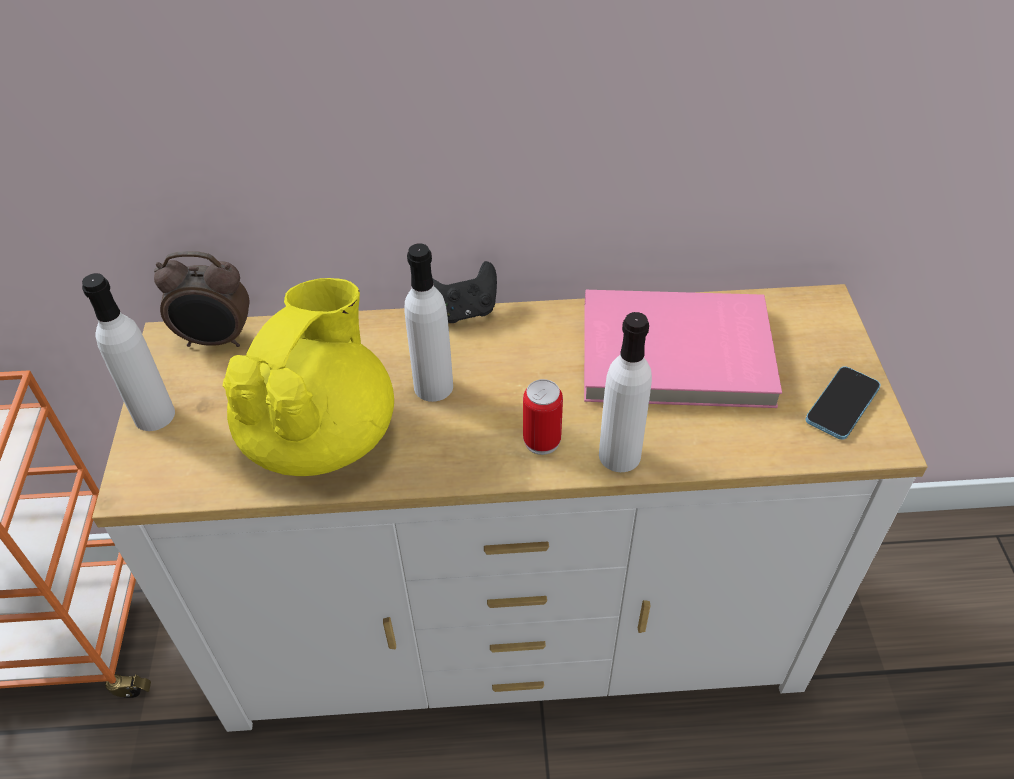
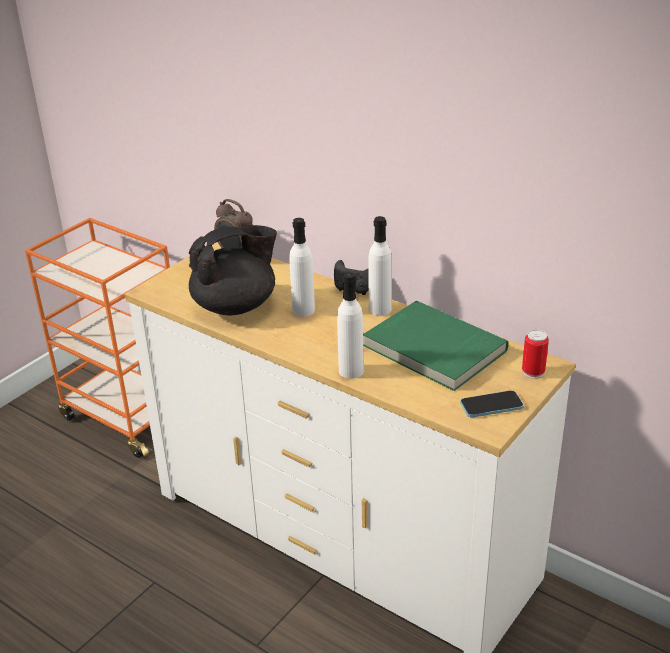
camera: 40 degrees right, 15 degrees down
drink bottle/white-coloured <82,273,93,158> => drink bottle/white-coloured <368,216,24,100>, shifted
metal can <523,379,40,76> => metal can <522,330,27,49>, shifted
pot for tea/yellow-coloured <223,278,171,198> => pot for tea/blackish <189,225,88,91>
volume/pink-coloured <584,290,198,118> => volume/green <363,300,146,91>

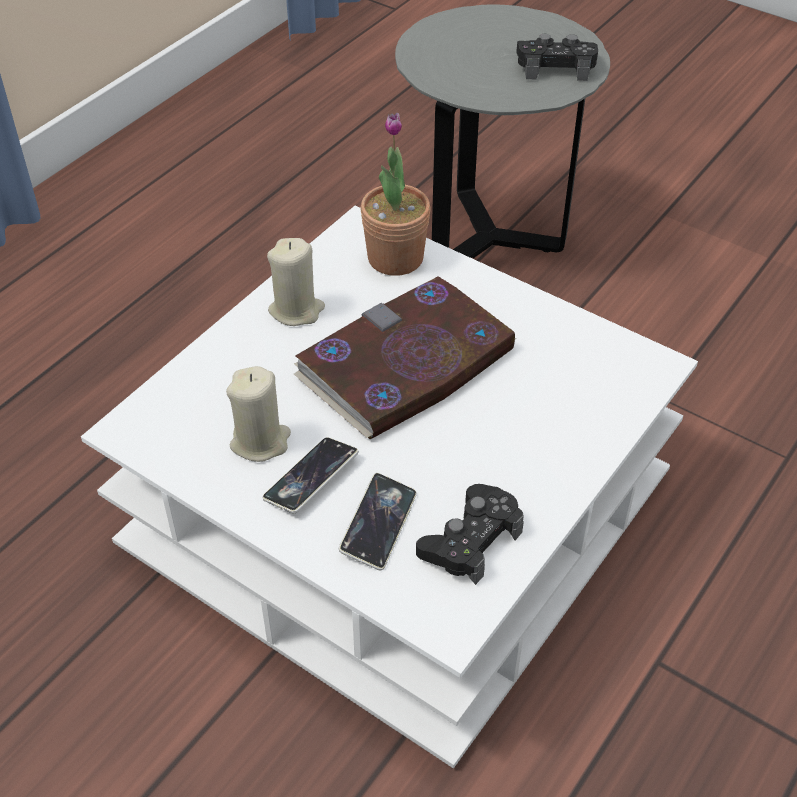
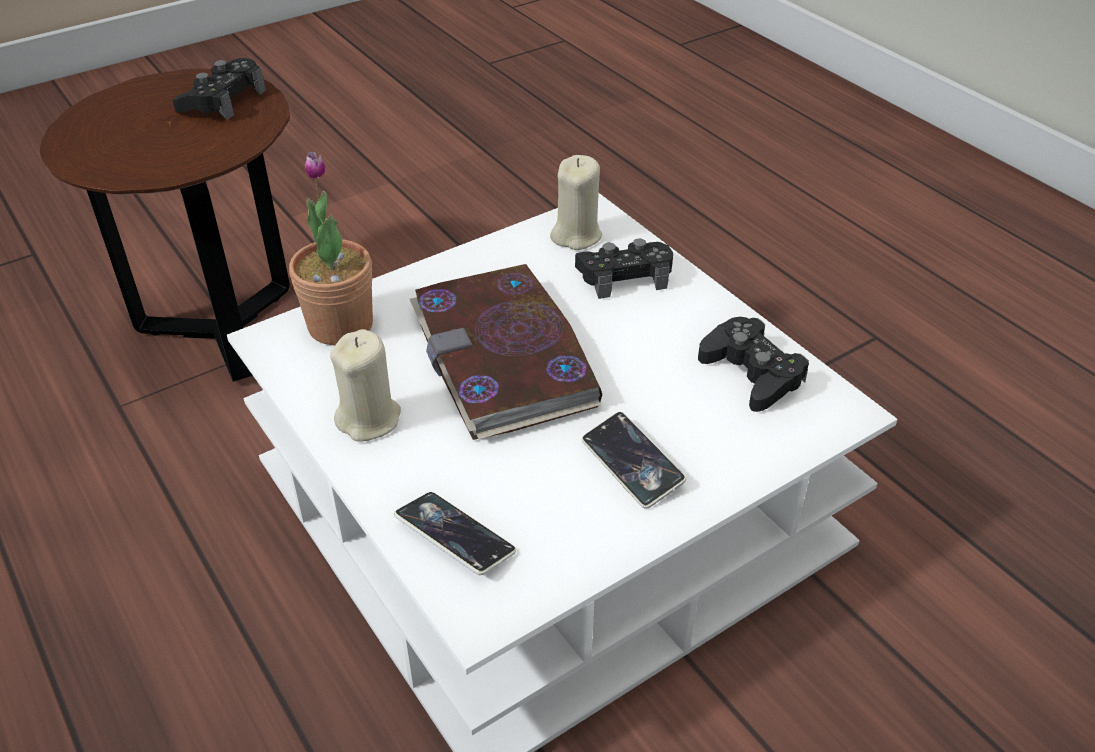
camera: 70 degrees left, 5 degrees down
nothing => joypad/blackish <575,239,98,60>
candle/beige <226,366,65,96> => candle/beige <550,155,52,95>, shifted
telephone <339,473,78,97> => telephone <394,492,122,83>, shifted
accent table/gray <395,5,215,253> => accent table/brown <40,69,250,313>

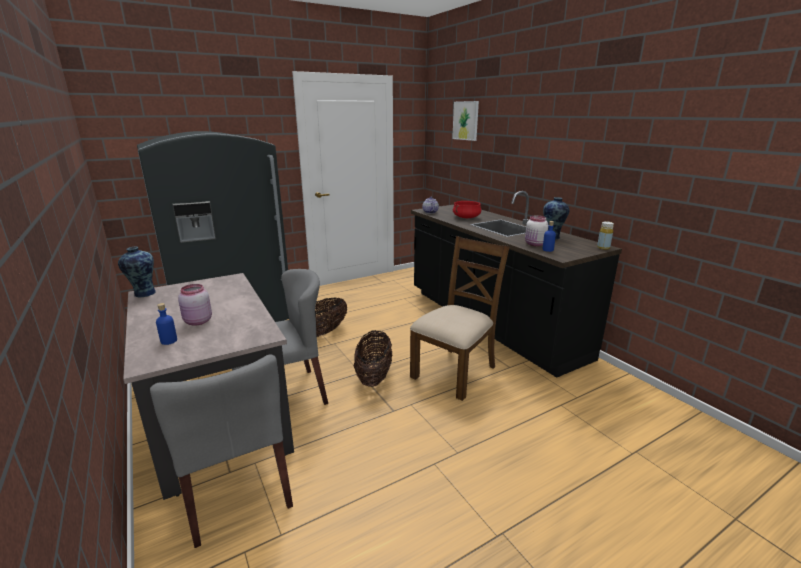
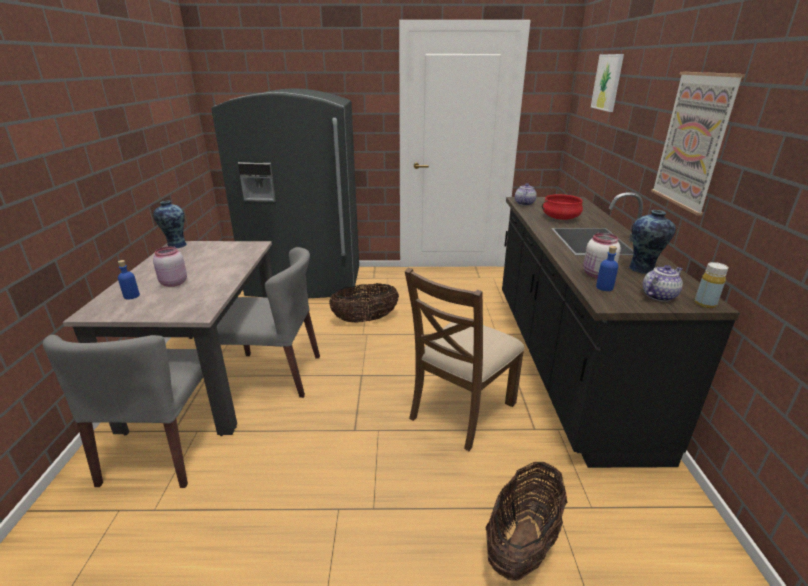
camera: 30 degrees right, 5 degrees up
nothing => pot for tea <643,265,40,37>
nothing => wall art <651,72,94,143>
basket <354,330,38,57> => basket <486,462,81,119>, shifted
plain chair/brown <410,236,100,165> => plain chair/brown <405,268,120,183>, 150 degrees clockwise

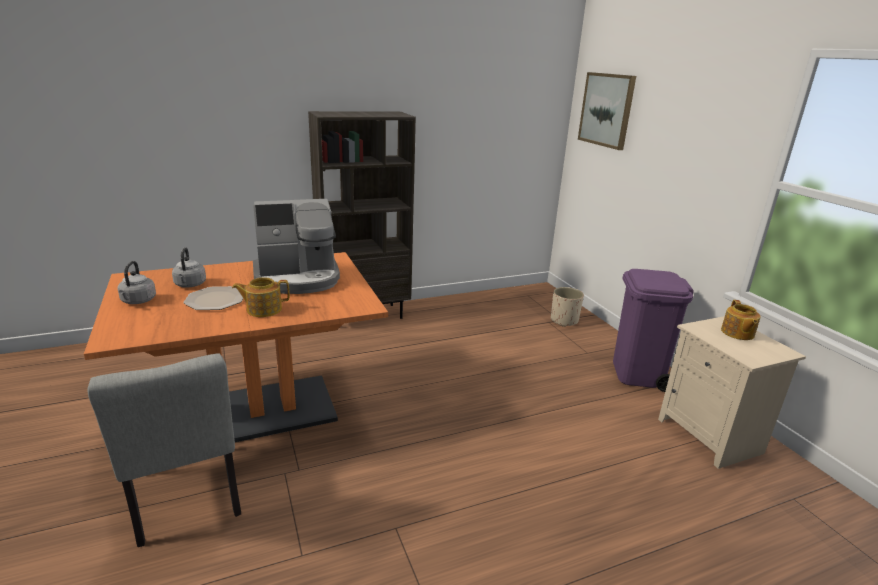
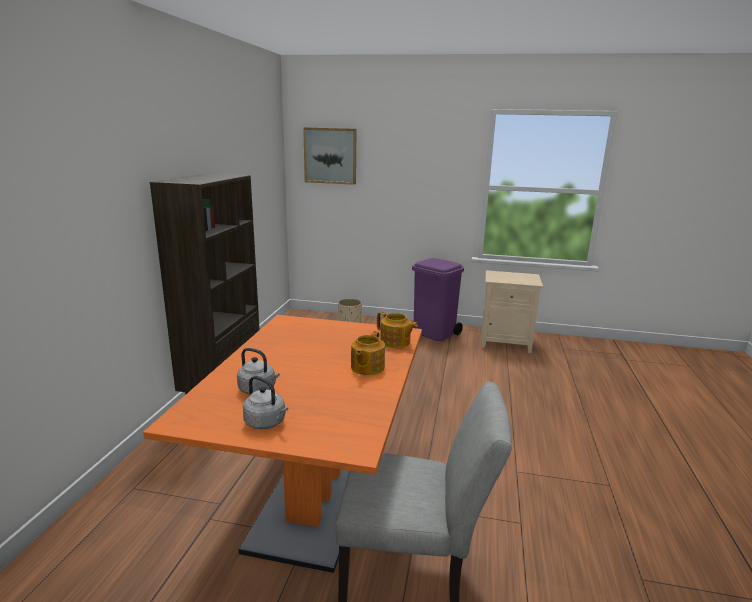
camera: 55 degrees left, 5 degrees down
plate <183,286,60,24> => nothing
coffee brewer <253,199,87,95> => nothing
pot for tea <721,300,40,40> => pot for tea <377,311,41,37>, shifted

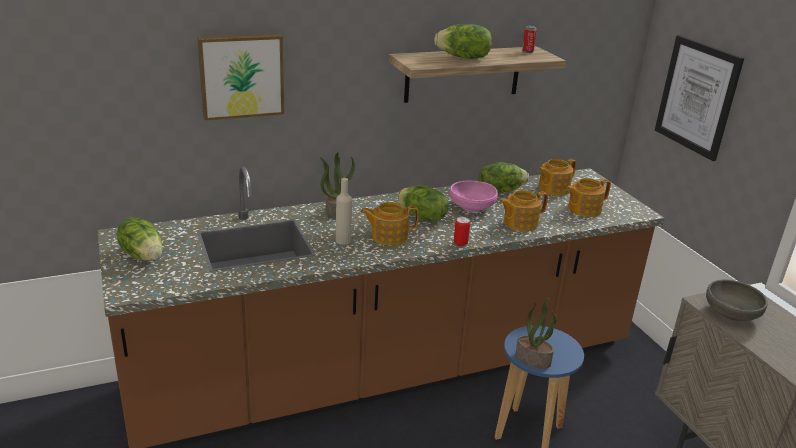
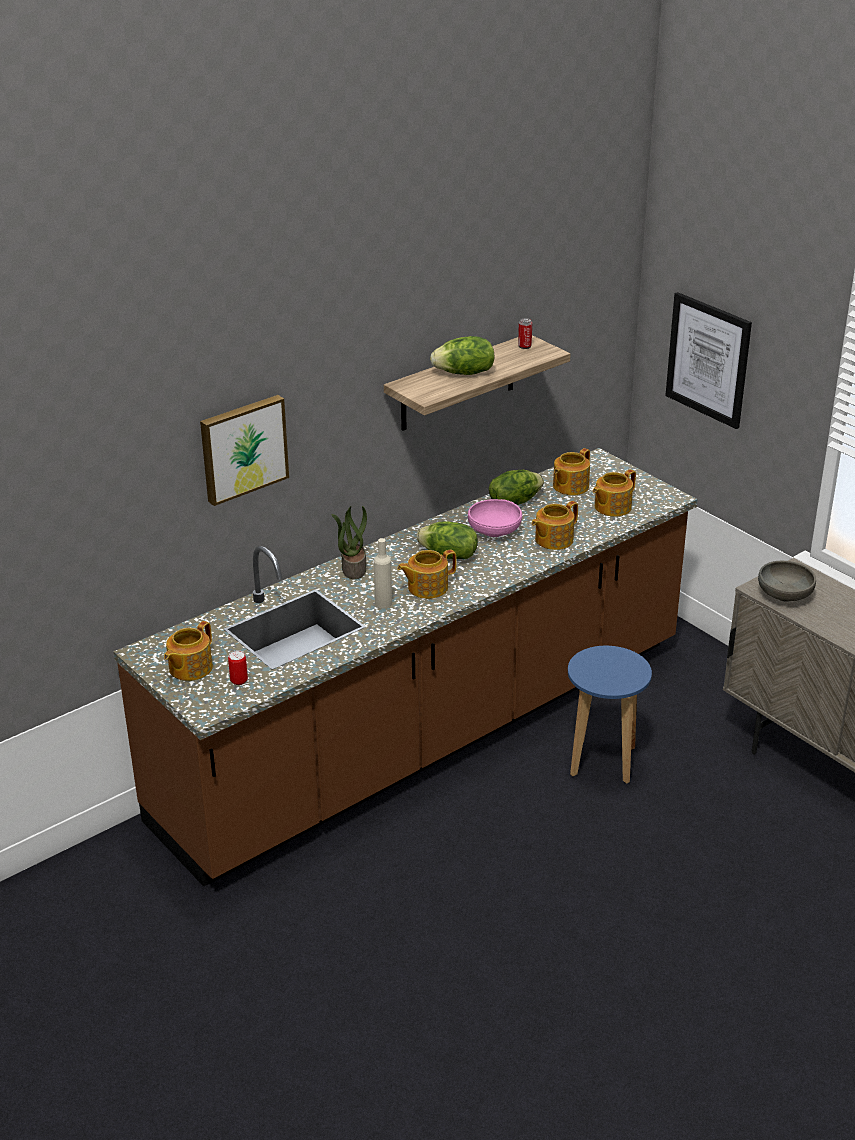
camera: 15 degrees left, 5 degrees up
plant in a pot <515,298,41,71> => nothing
metal can <454,217,16,29> => metal can <228,650,20,35>, shifted
lettuce head <117,217,45,44> => pot for tea <164,621,49,60>

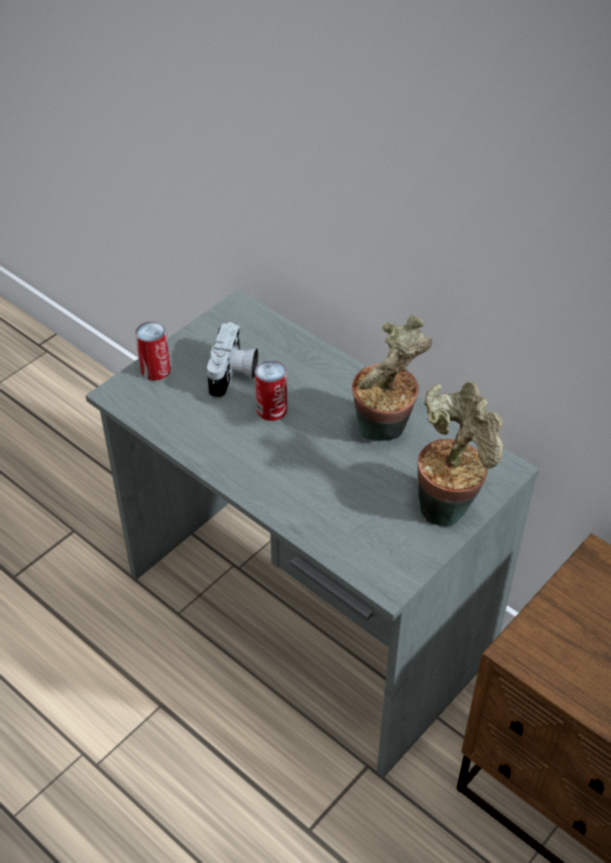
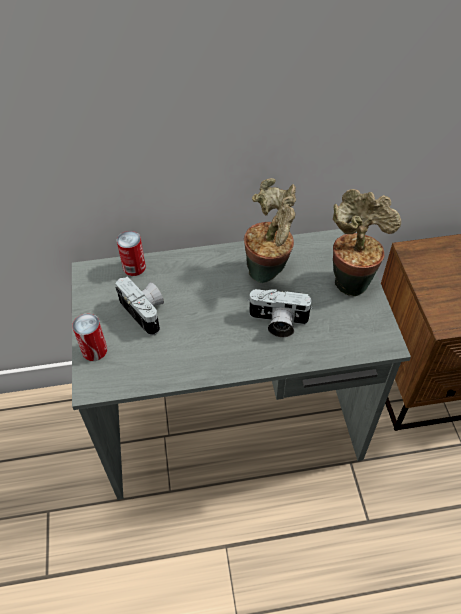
camera: 50 degrees left, 5 degrees up
nothing => photo camera <247,289,66,48>
metal can <255,360,32,61> => metal can <117,231,29,45>, shifted

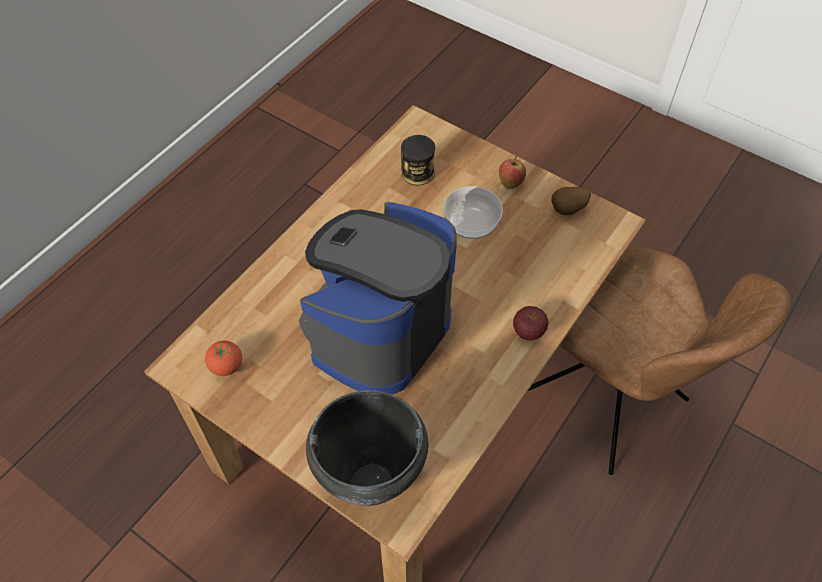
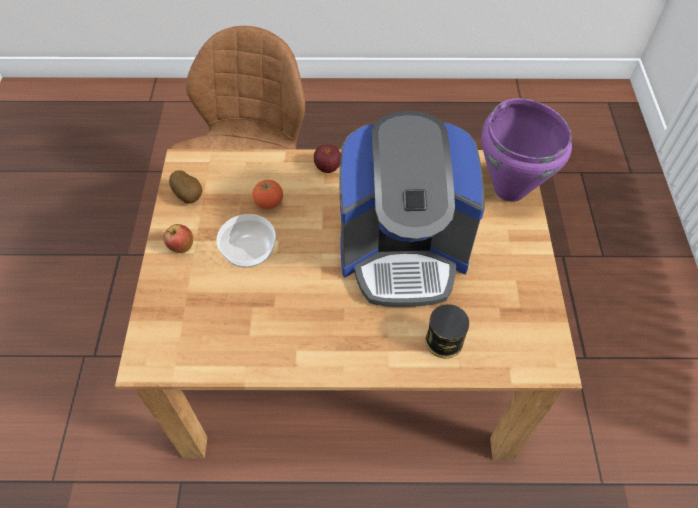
camera: 125 degrees left, 0 degrees up
tomato <205,341,37,35> => tomato <253,180,30,29>, shifted
metal can <401,135,34,50> => metal can <425,304,44,55>, shifted
saucepot/blackish <306,390,122,116> => saucepot/purplish <481,98,91,104>

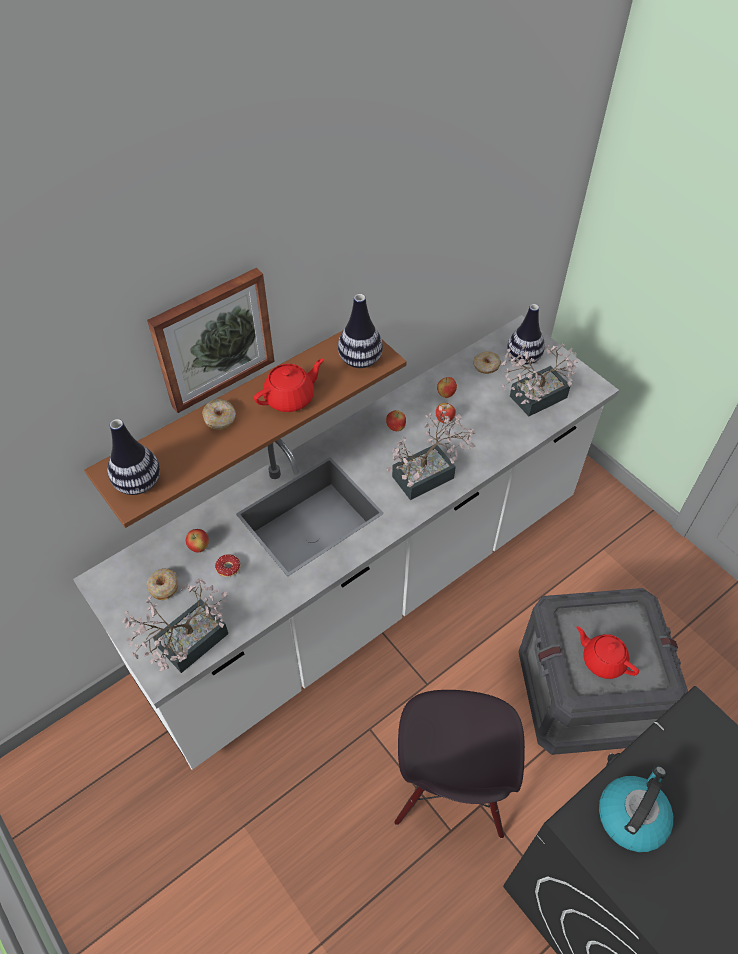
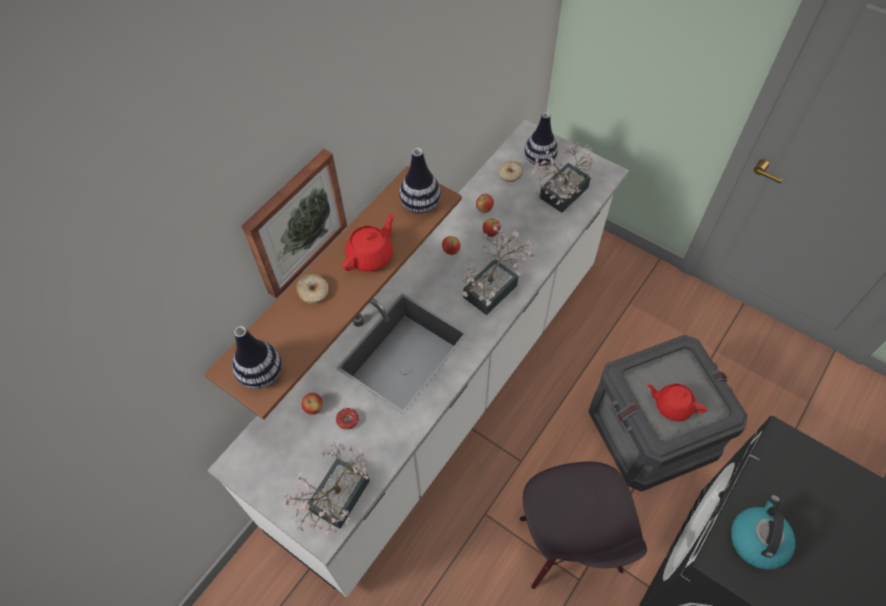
camera: 15 degrees left, 5 degrees up
doughnut <147,568,32,32> => nothing

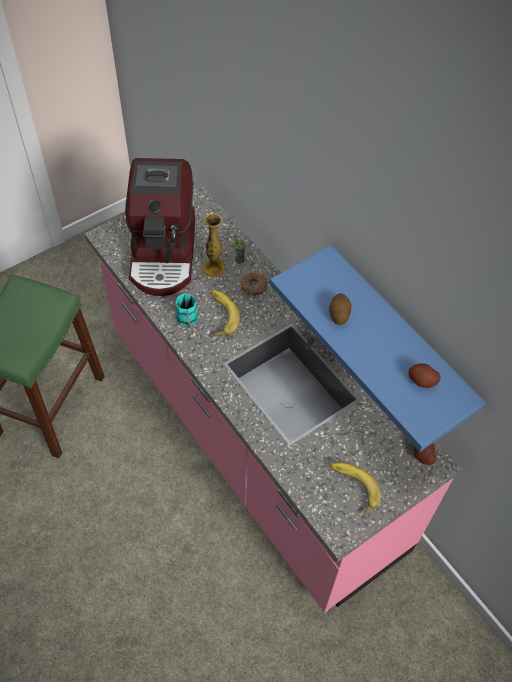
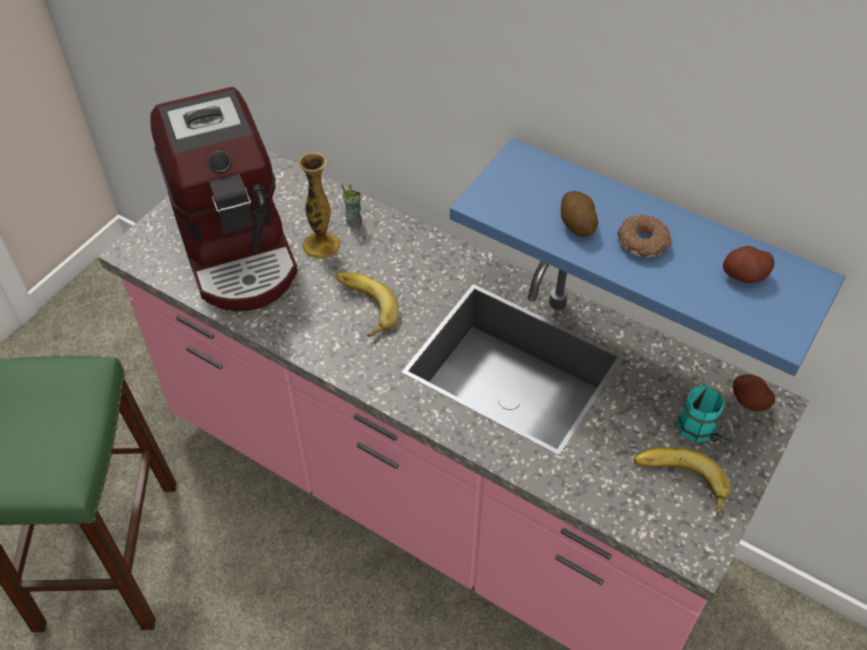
camera: 20 degrees left, 5 degrees down
coffee mug/blue-green <175,294,23,34> => coffee mug/blue-green <677,385,57,58>, shifted
doughnut <240,272,27,24> => doughnut <617,215,55,43>, shifted

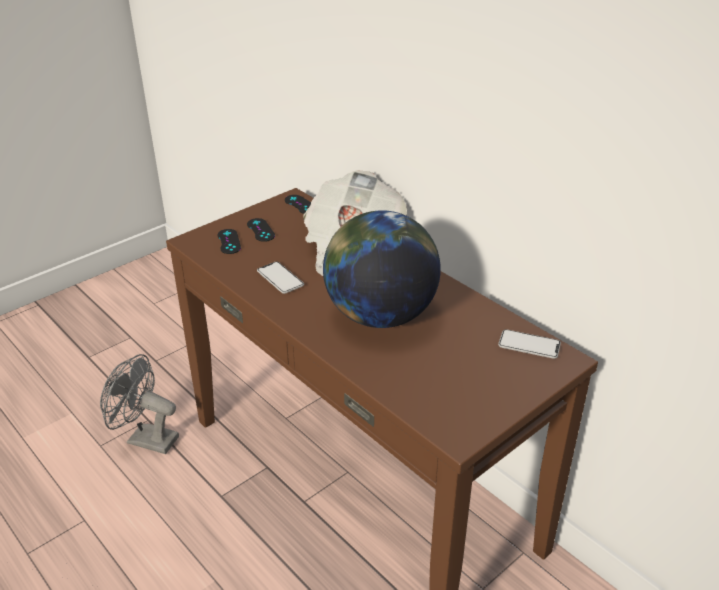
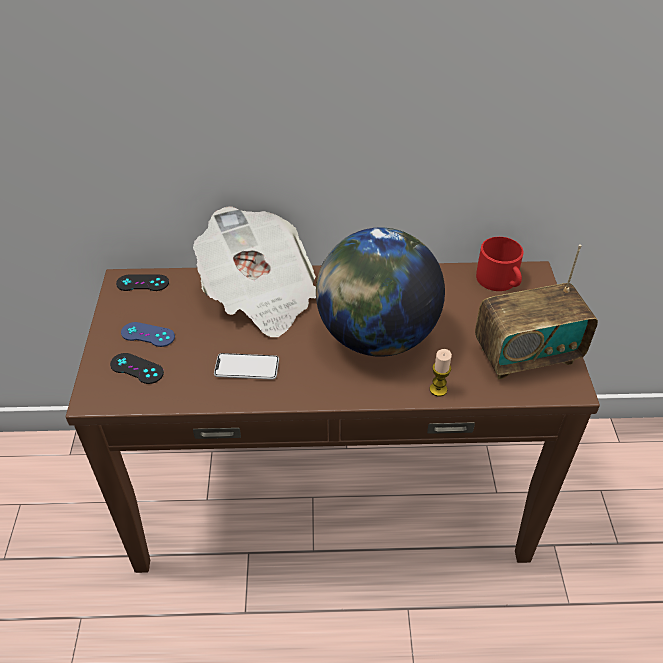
camera: 50 degrees left, 10 degrees up
fan/gray <100,354,79,100> => nothing
nothing => candle <429,349,23,48>
nothing => radio receiver <475,245,123,135>
telephone <498,329,63,30> => coffee mug/reddish <476,237,48,54>
joypad/blackish <247,218,28,24> => joypad/blue <121,322,54,25>

